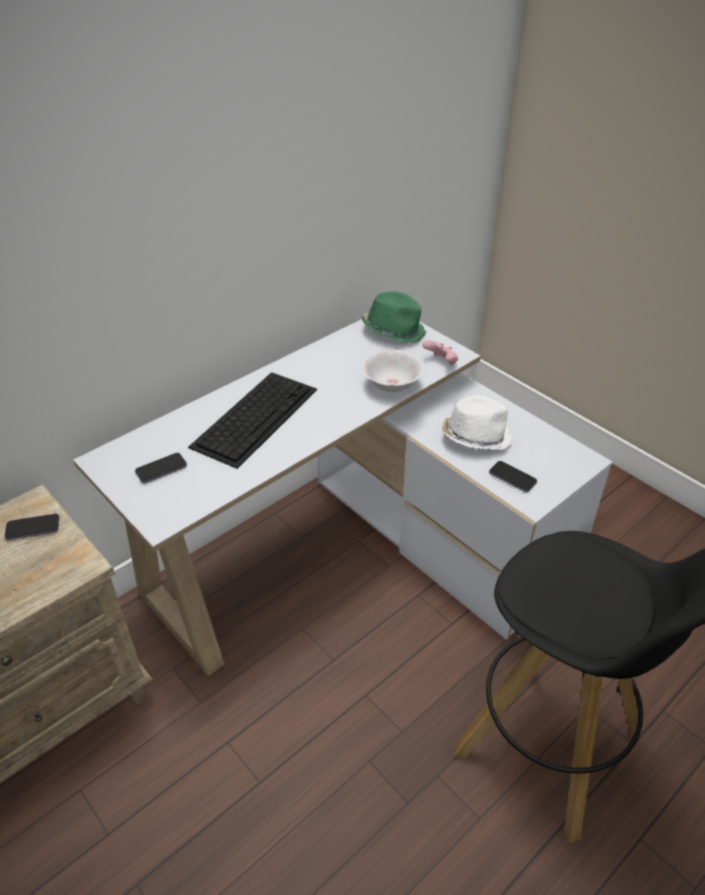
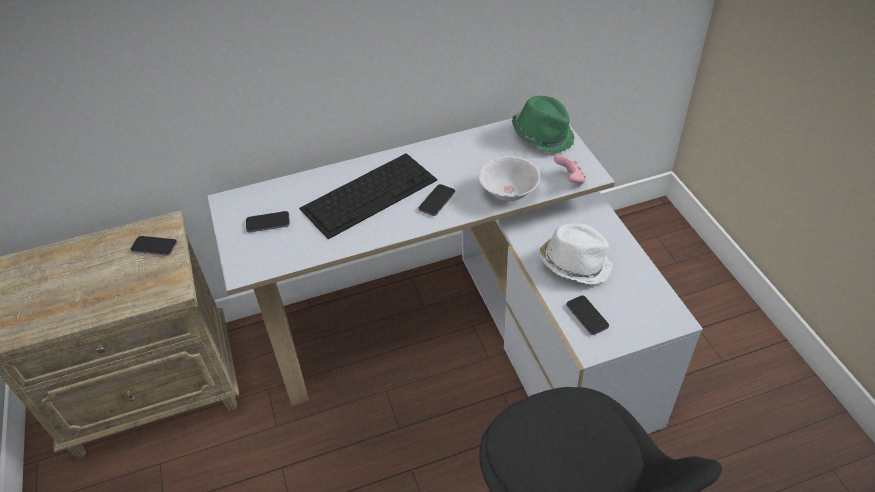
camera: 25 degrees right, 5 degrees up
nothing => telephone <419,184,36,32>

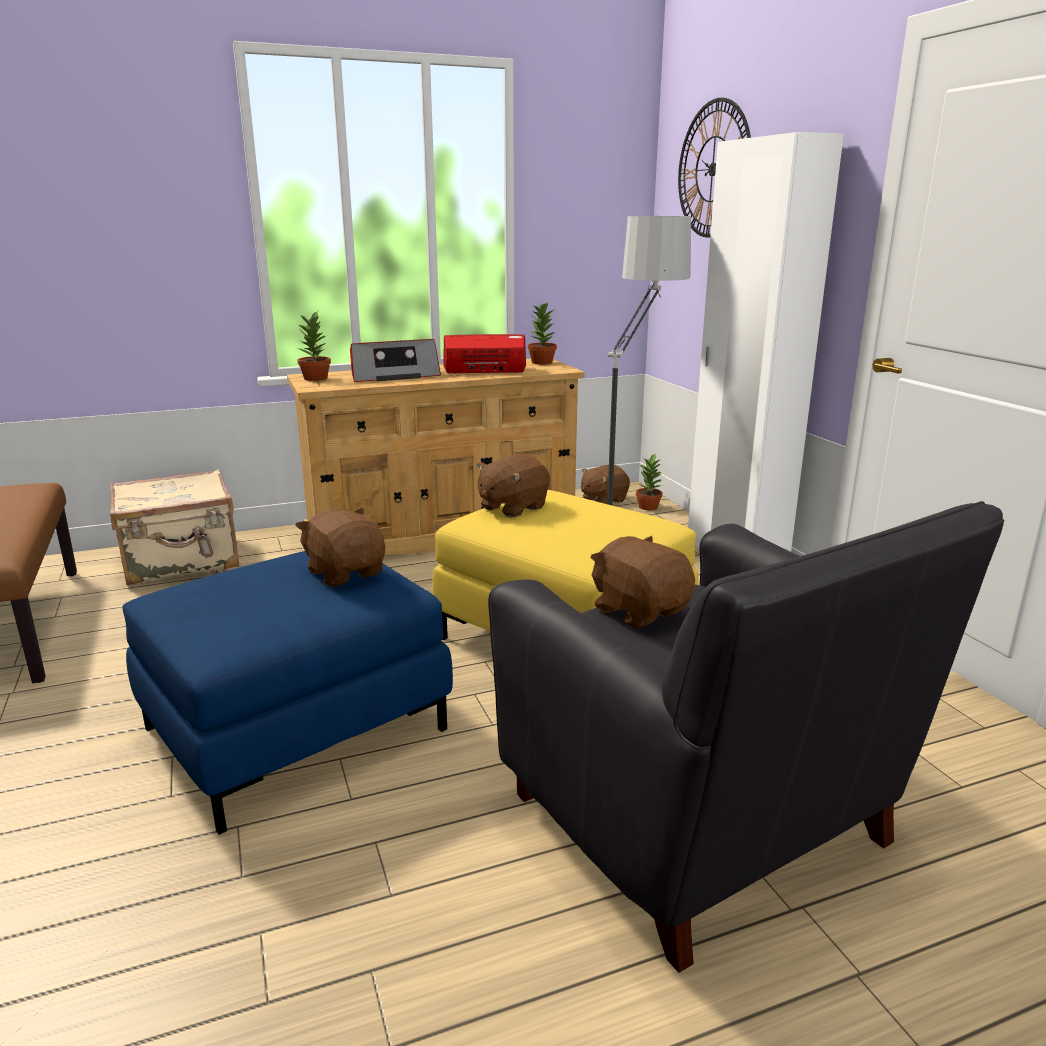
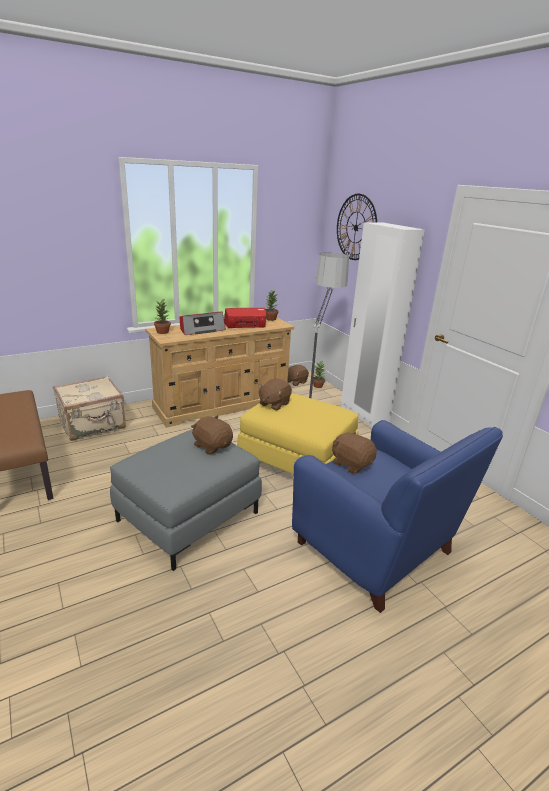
camera: 10 degrees left, 5 degrees up
pouffe/blue <122,551,331,284> => pouffe/gray <110,429,152,142>
lounge chair/blackish <488,501,516,472> => lounge chair/blue <292,420,211,193>

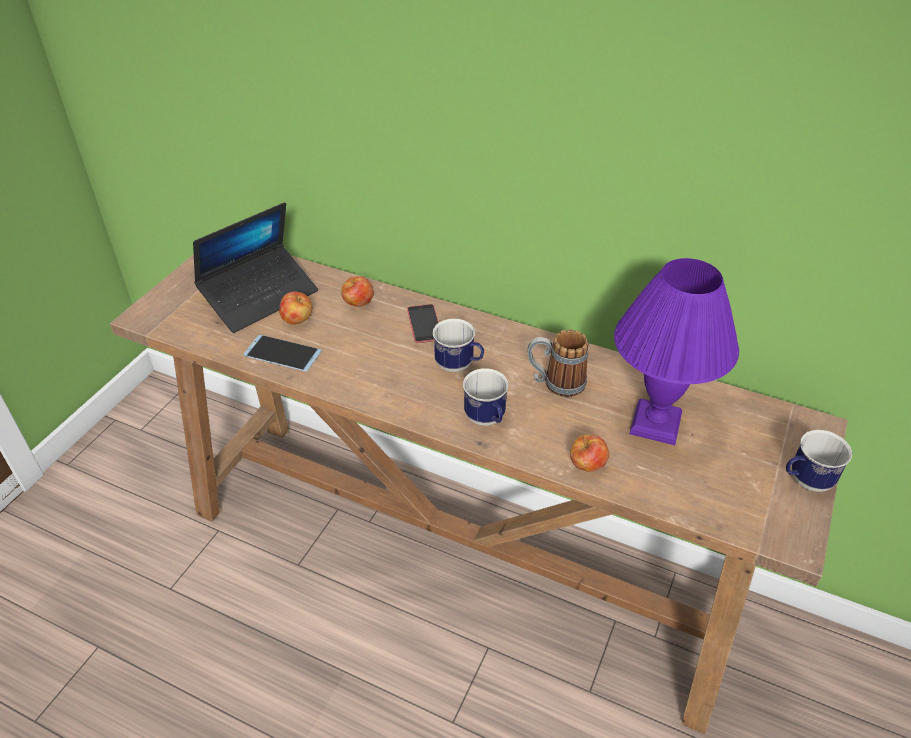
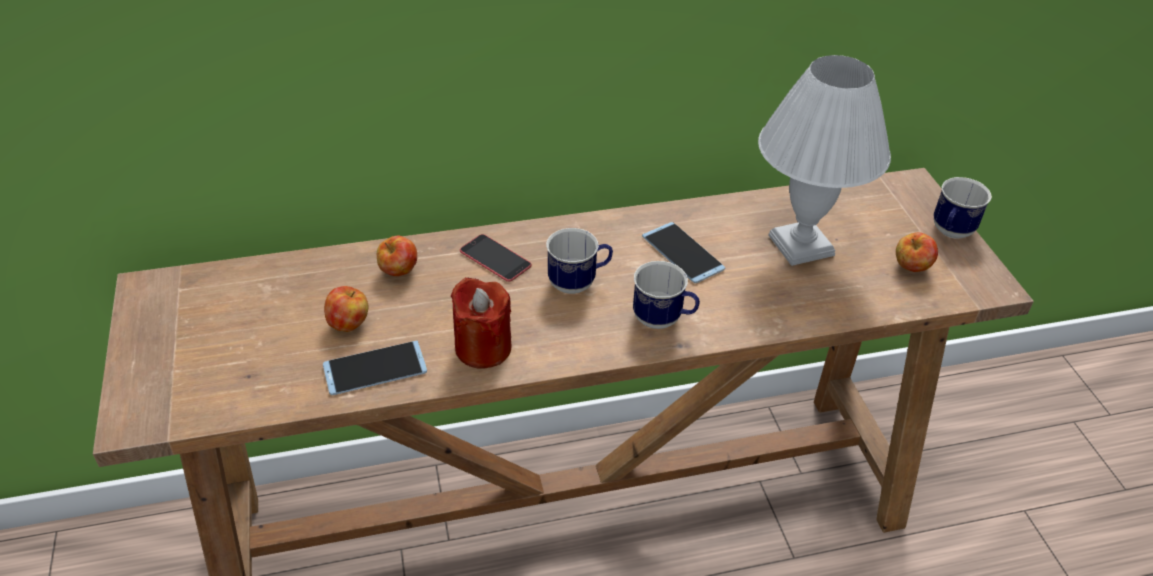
camera: 40 degrees left, 0 degrees up
laptop <193,202,125,131> => nothing
nothing => candle/reddish <451,278,60,91>
apple <570,434,39,38> => apple <896,232,42,40>, shifted
coffee mug <528,329,61,68> => telephone <642,222,83,61>
table lamp/purplish <614,258,125,187> => table lamp/white-coloured <758,55,133,211>

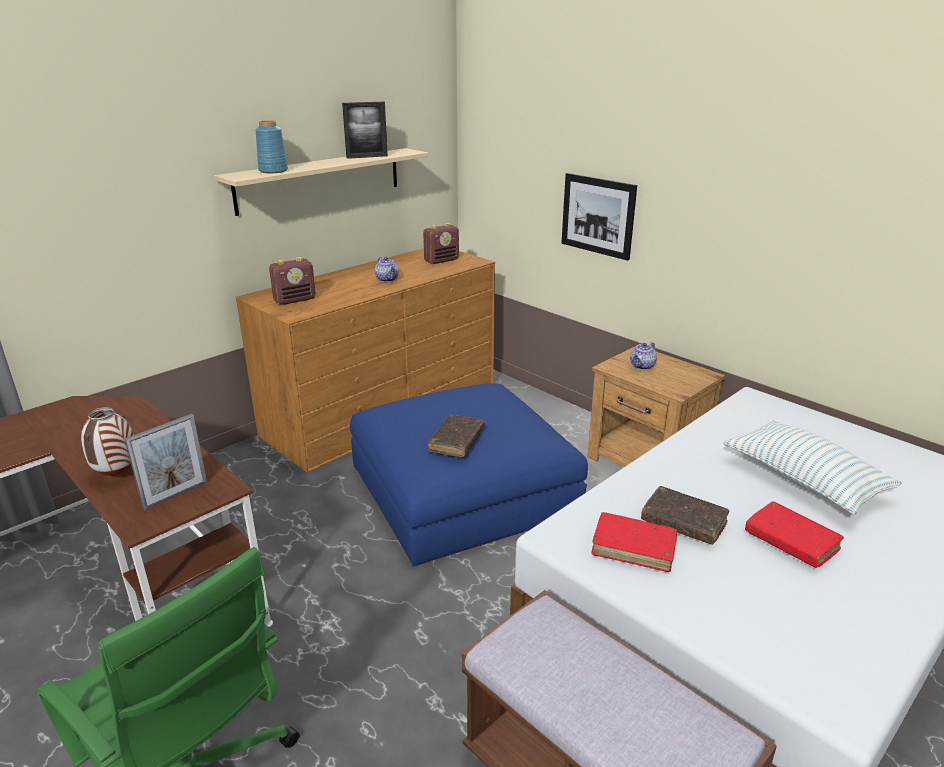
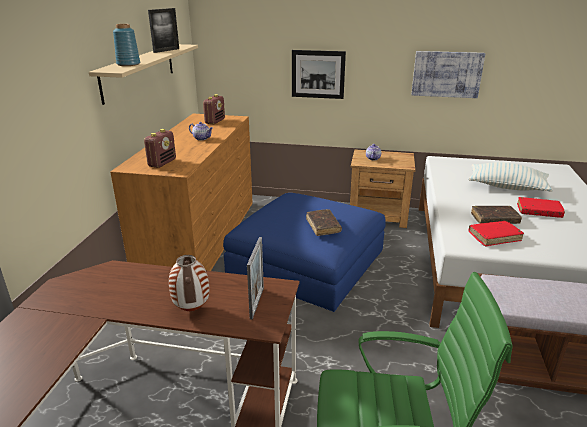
camera: 35 degrees left, 0 degrees up
nothing => wall art <411,51,74,47>

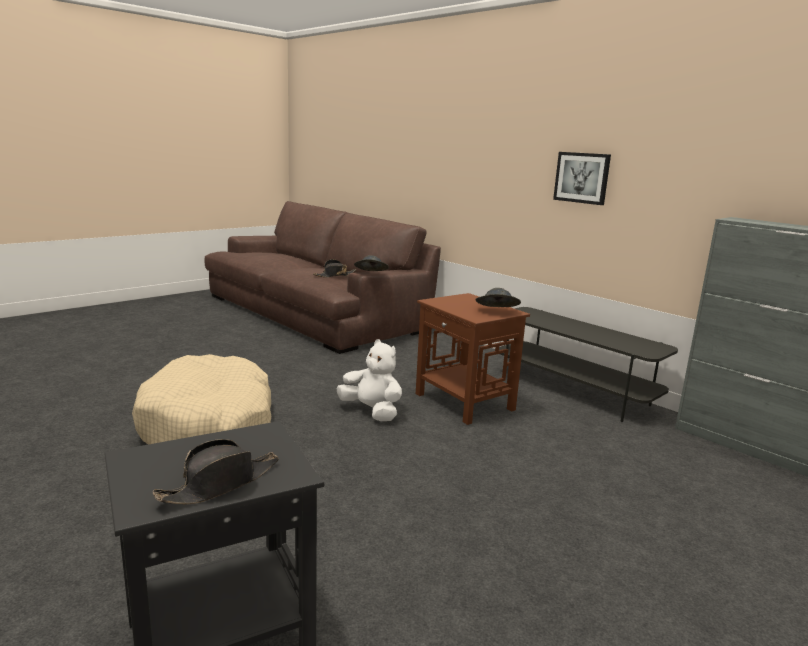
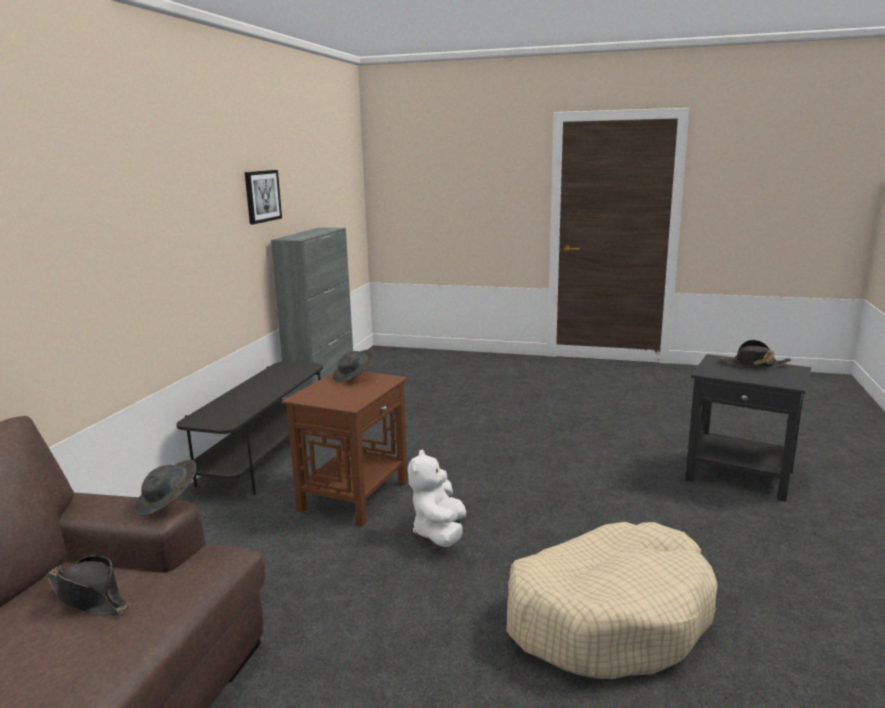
camera: 120 degrees left, 0 degrees up
wall art <553,152,58,53> => wall art <245,170,37,54>, shifted

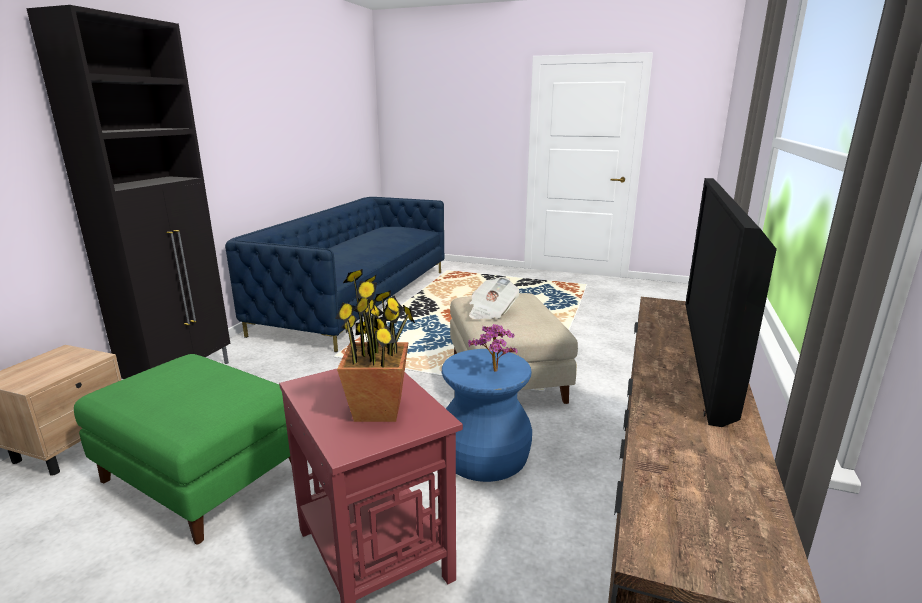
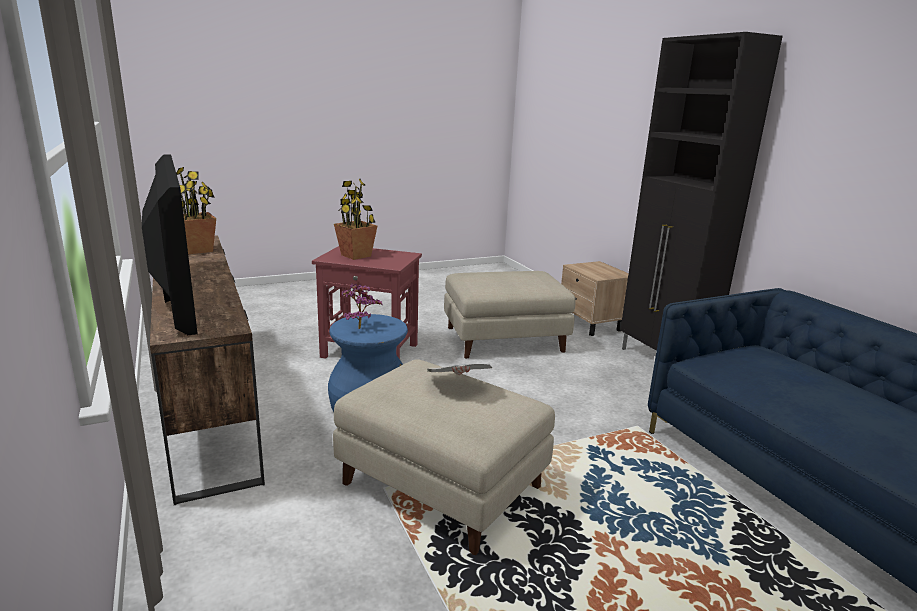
camera: 135 degrees right, 0 degrees up
nothing => plant in a pot <176,167,40,87>
pouffe/green <74,354,217,191> => pouffe/beige <444,271,132,88>

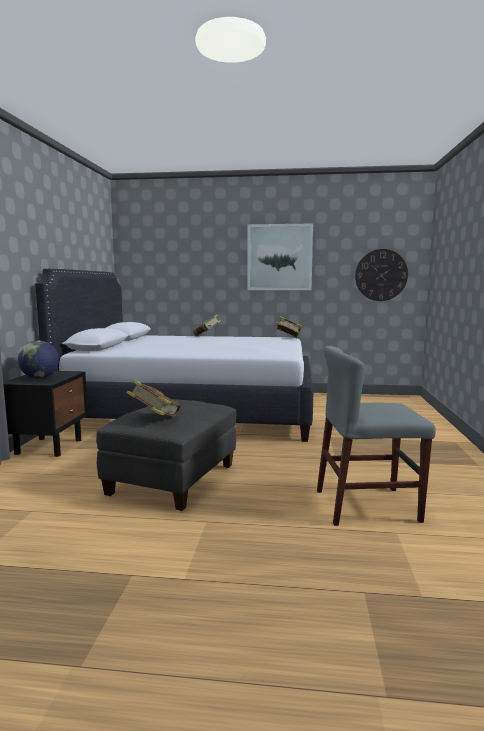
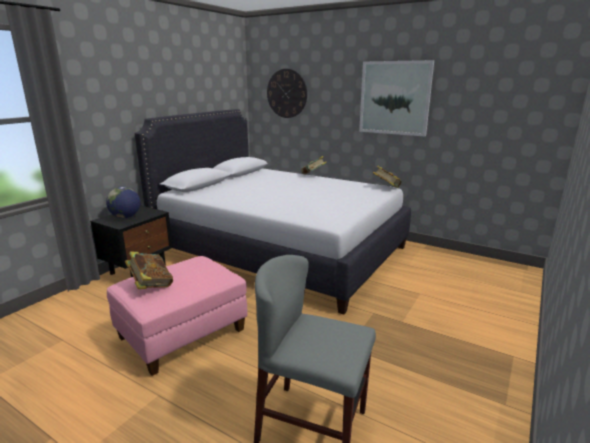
camera: 25 degrees right, 10 degrees up
clock on the wall <355,249,53,52> => clock on the wall <267,69,40,49>, shifted
pouffe/gray <96,399,140,112> => pouffe/pink-coloured <107,256,140,120>

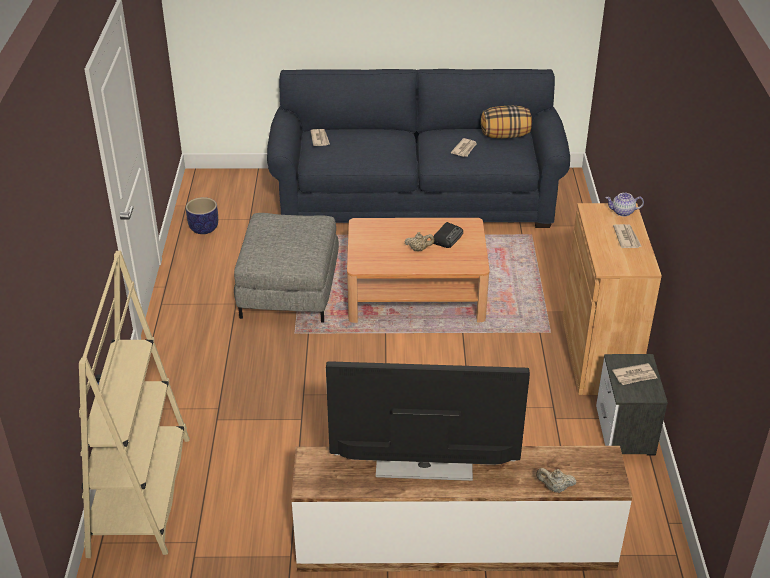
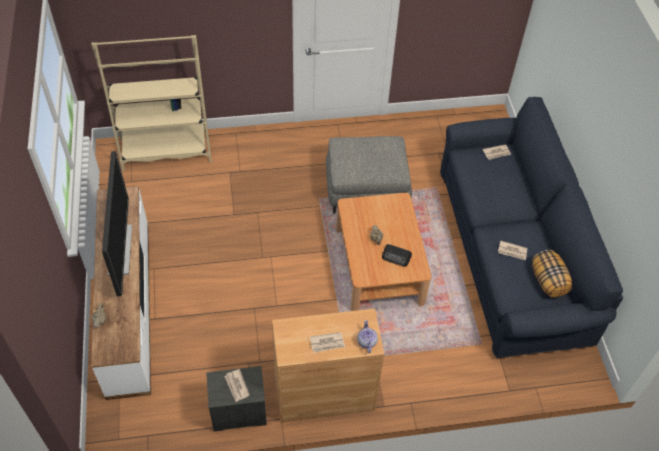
camera: 80 degrees right, 15 degrees up
flower pot <186,197,32,37> => nothing

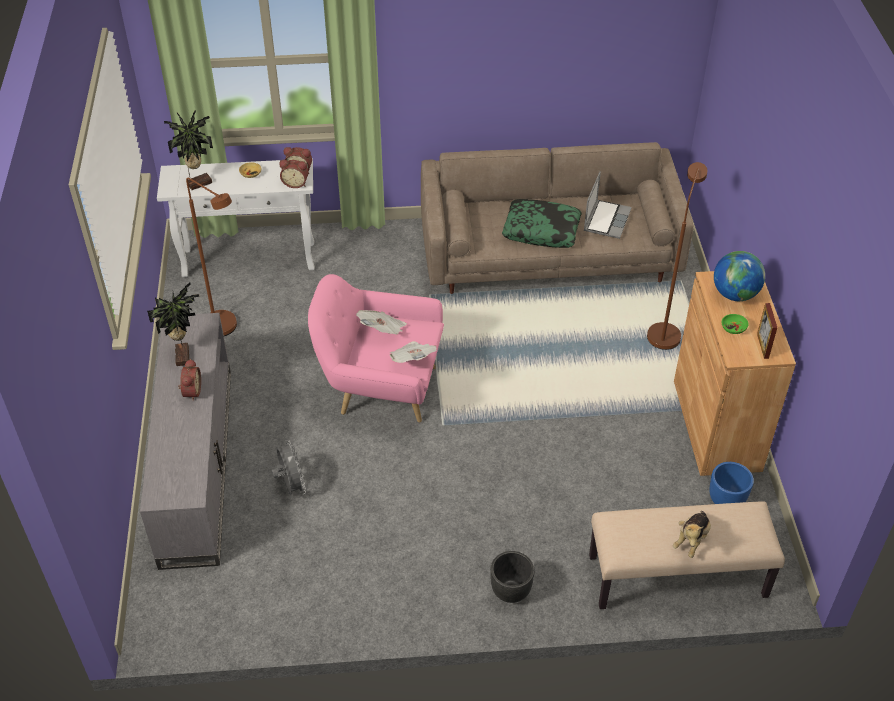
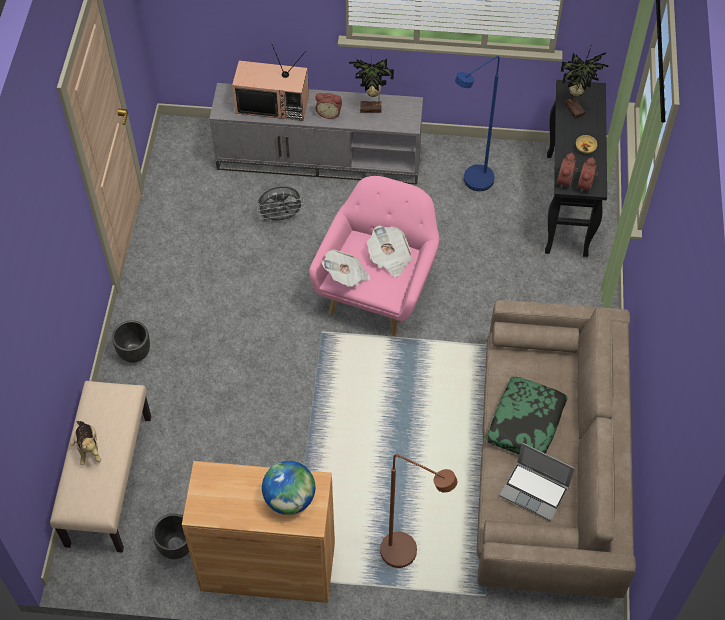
camera: 100 degrees right, 10 degrees up
serving bowl/green <722,314,27,20> => nothing
photo frame <757,303,20,56> => nothing
nothing => TV set <232,44,77,77>
narrow table/white-coloured <157,159,157,118> => narrow table/blackish <545,80,62,177>
floor lamp/brown <186,178,51,158> => floor lamp/blue <455,56,45,135>
flower pot/blue <710,462,44,42> => flower pot/blackish <152,514,37,45>
soft toy <673,511,38,47> => soft toy <70,421,31,44>, 150 degrees counterclockwise

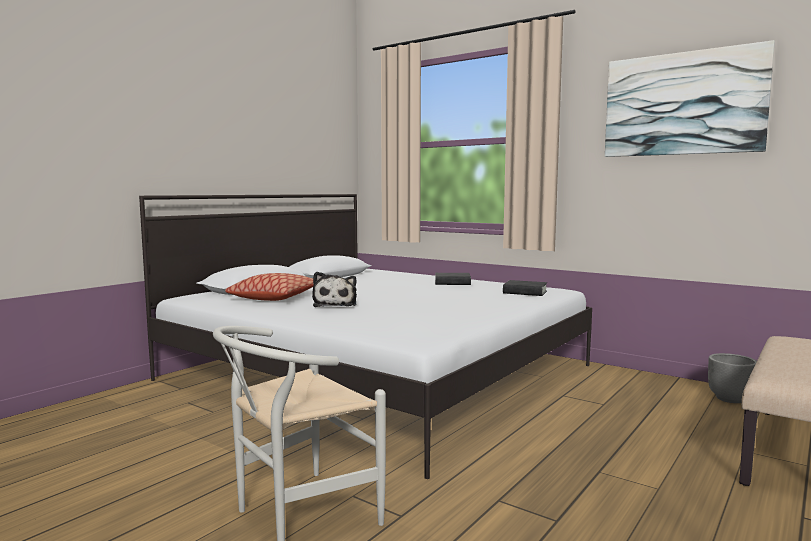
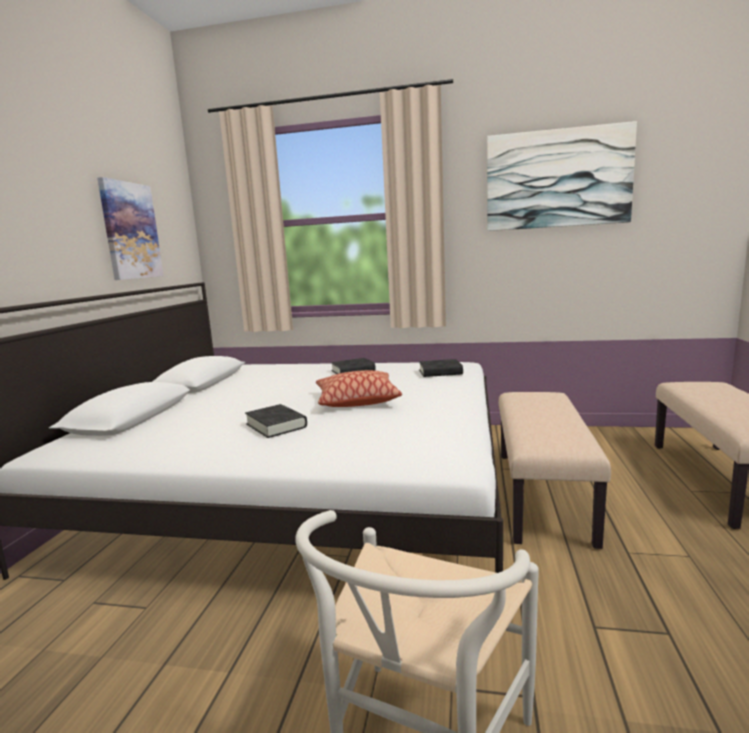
camera: 25 degrees left, 5 degrees up
flower pot/gray <708,353,49,50> => nothing
nothing => wall art <97,177,67,103>
nothing => bench/beige <498,392,113,157>
throw pillow <225,273,89,28> => throw pillow <316,370,86,37>, shifted
soft toy <312,272,45,35> => volume/blackish <245,404,62,34>

